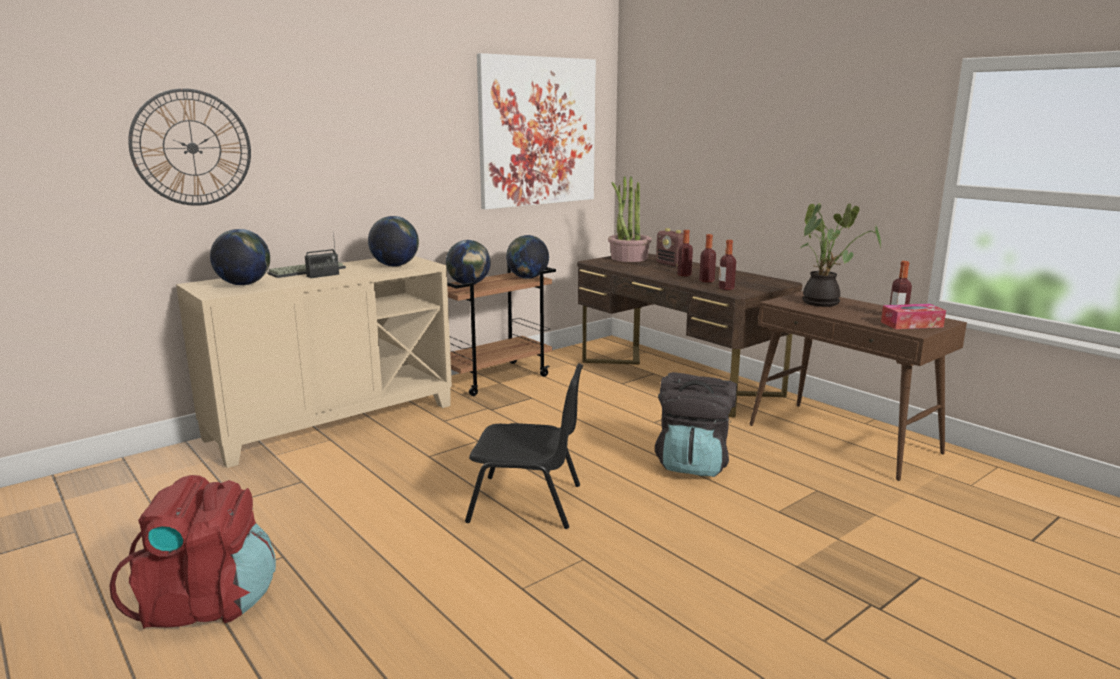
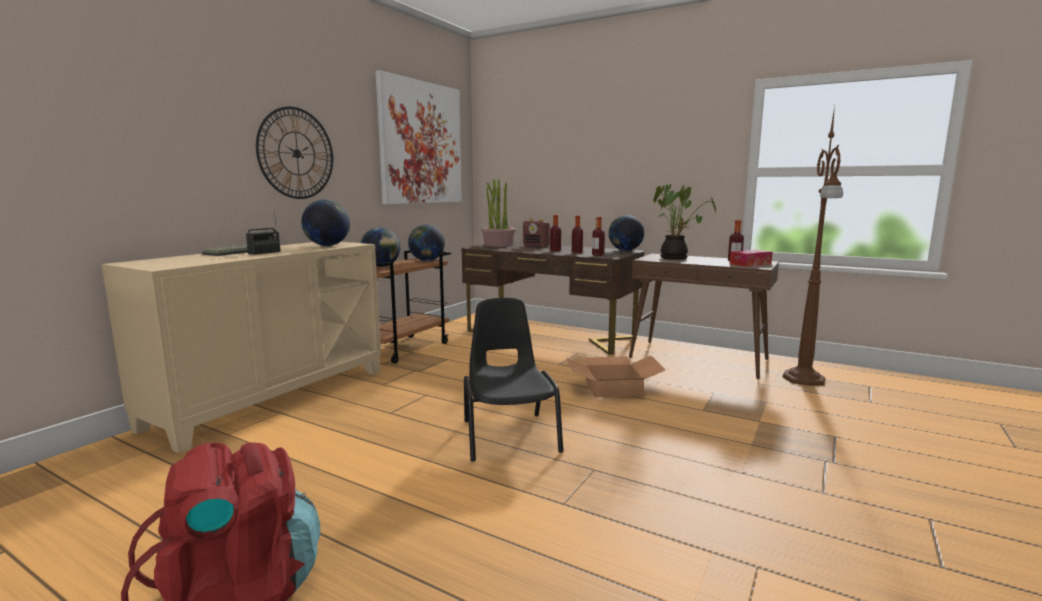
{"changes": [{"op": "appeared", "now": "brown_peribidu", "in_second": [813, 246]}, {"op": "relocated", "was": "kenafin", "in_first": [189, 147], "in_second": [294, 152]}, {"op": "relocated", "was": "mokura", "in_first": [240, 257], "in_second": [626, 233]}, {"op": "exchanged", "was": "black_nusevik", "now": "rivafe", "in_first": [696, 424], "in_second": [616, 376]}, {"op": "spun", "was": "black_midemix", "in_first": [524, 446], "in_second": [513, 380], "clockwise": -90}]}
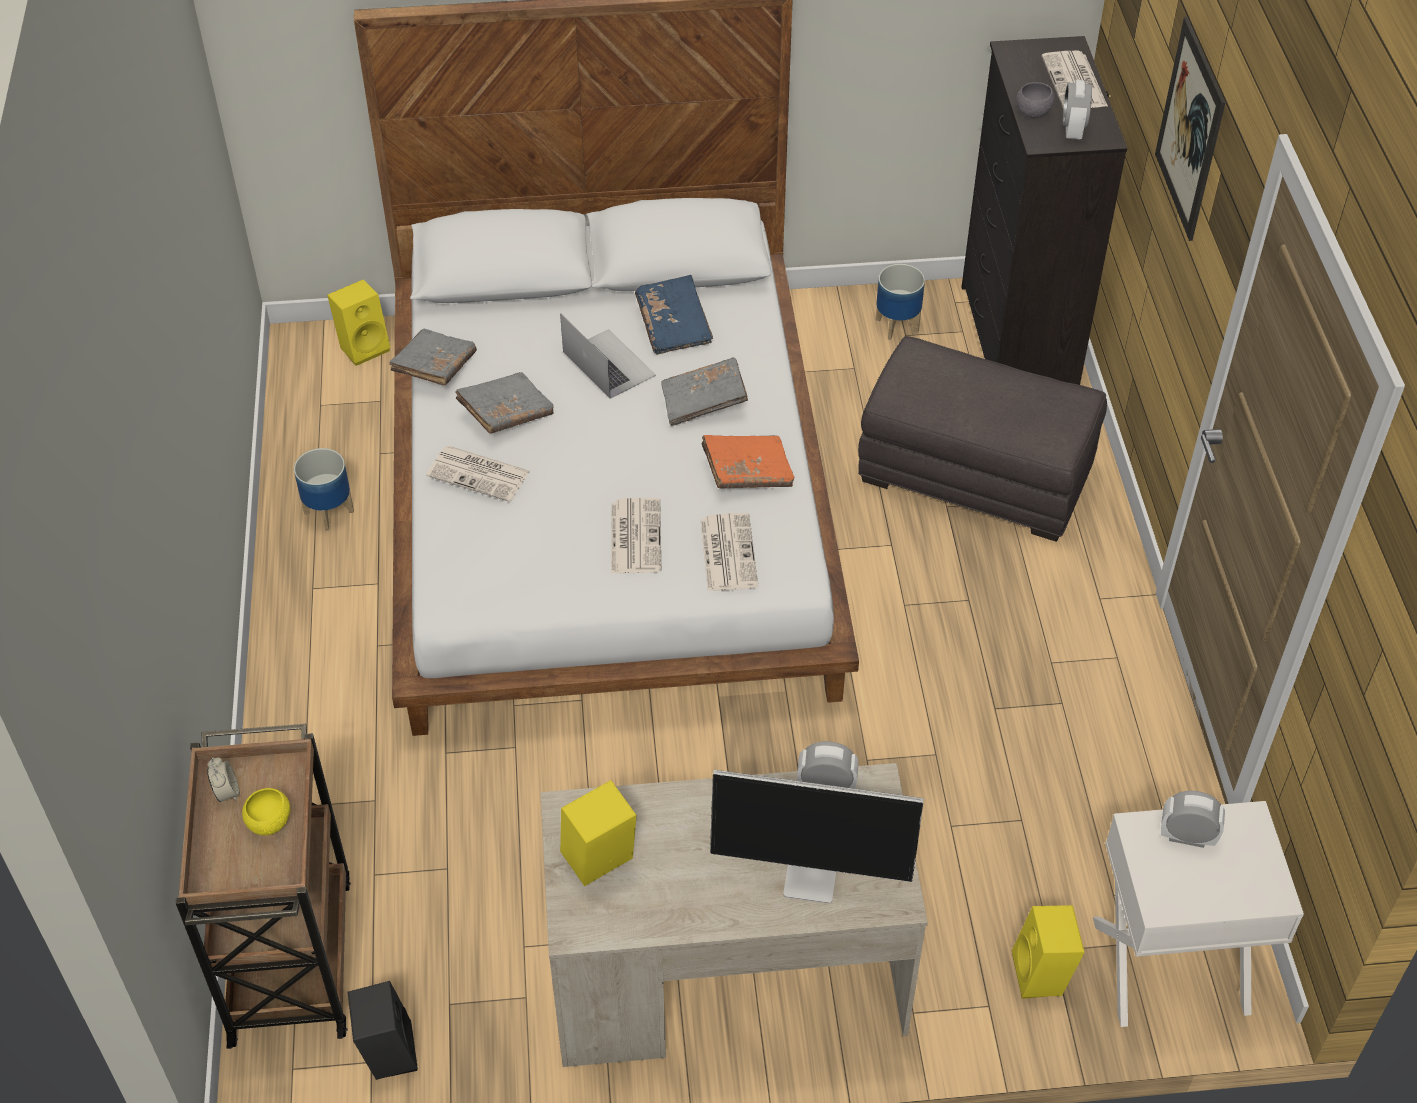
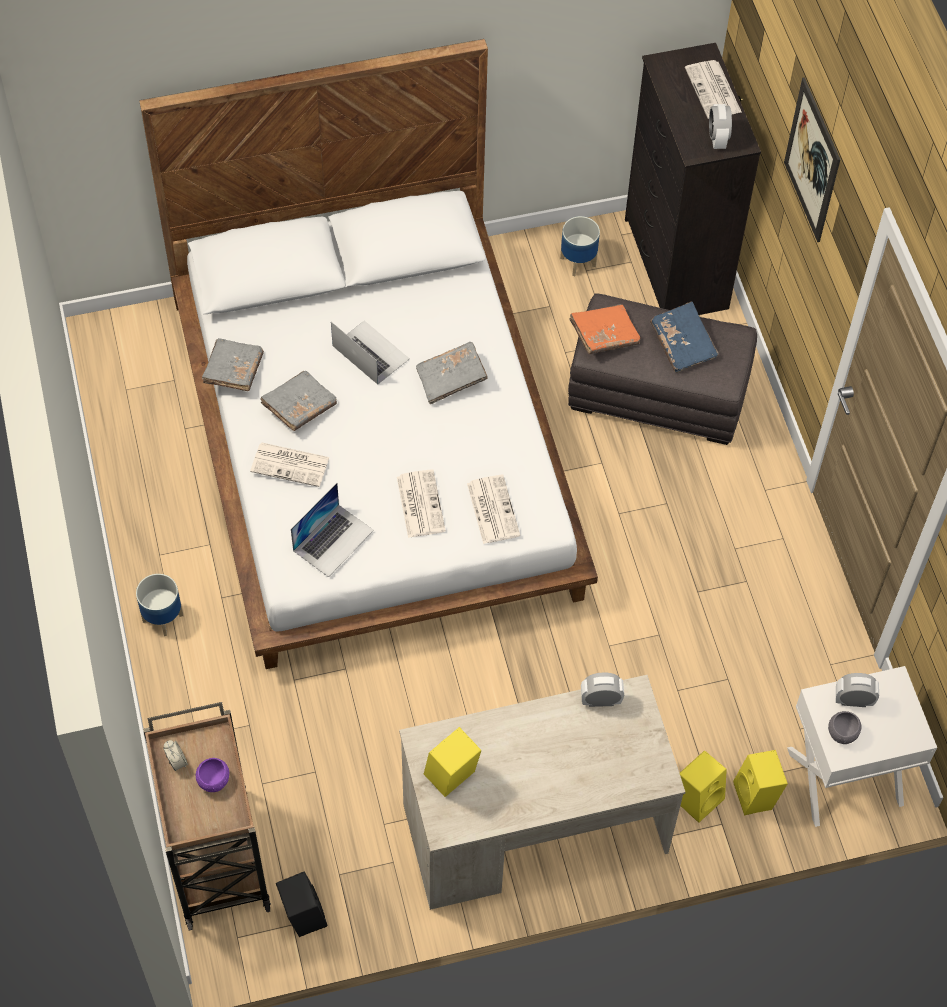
{"changes": [{"op": "missing", "was": "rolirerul", "in_first": [817, 837]}, {"op": "appeared", "now": "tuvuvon", "in_second": [332, 530]}, {"op": "relocated", "was": "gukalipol", "in_first": [324, 489], "in_second": [159, 605]}, {"op": "relocated", "was": "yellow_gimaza", "in_first": [358, 322], "in_second": [703, 786]}, {"op": "relocated", "was": "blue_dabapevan", "in_first": [674, 315], "in_second": [684, 337]}, {"op": "relocated", "was": "orange_dabapevan", "in_first": [747, 462], "in_second": [604, 329]}, {"op": "relocated", "was": "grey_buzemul", "in_first": [1035, 100], "in_second": [844, 727]}, {"op": "colour", "was": "yellow_buzemul", "now": "purple_buzemul", "in_first": [266, 812], "in_second": [212, 775]}]}
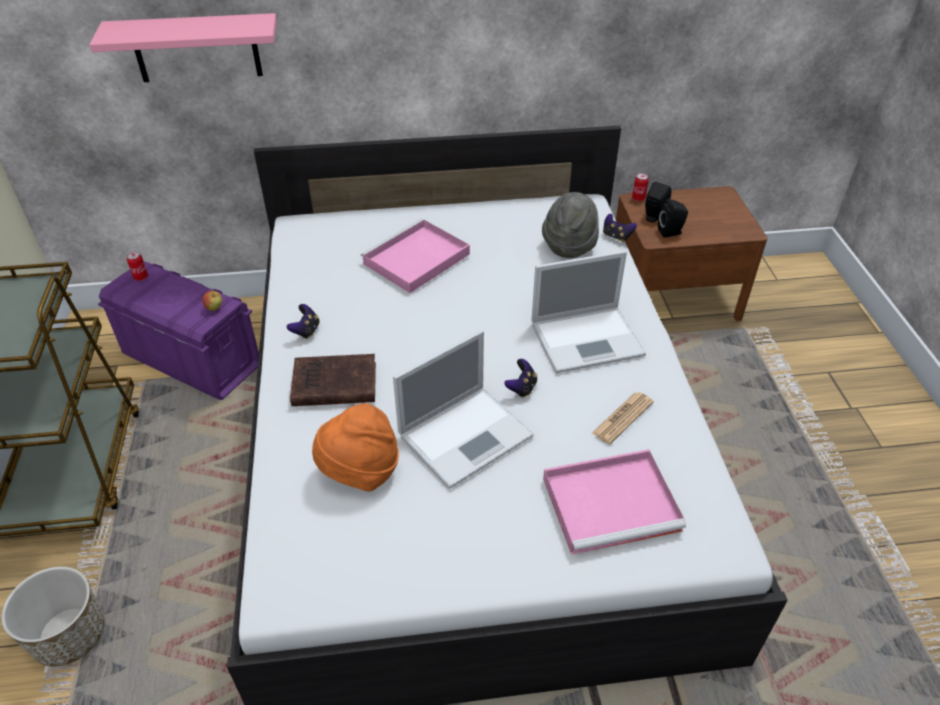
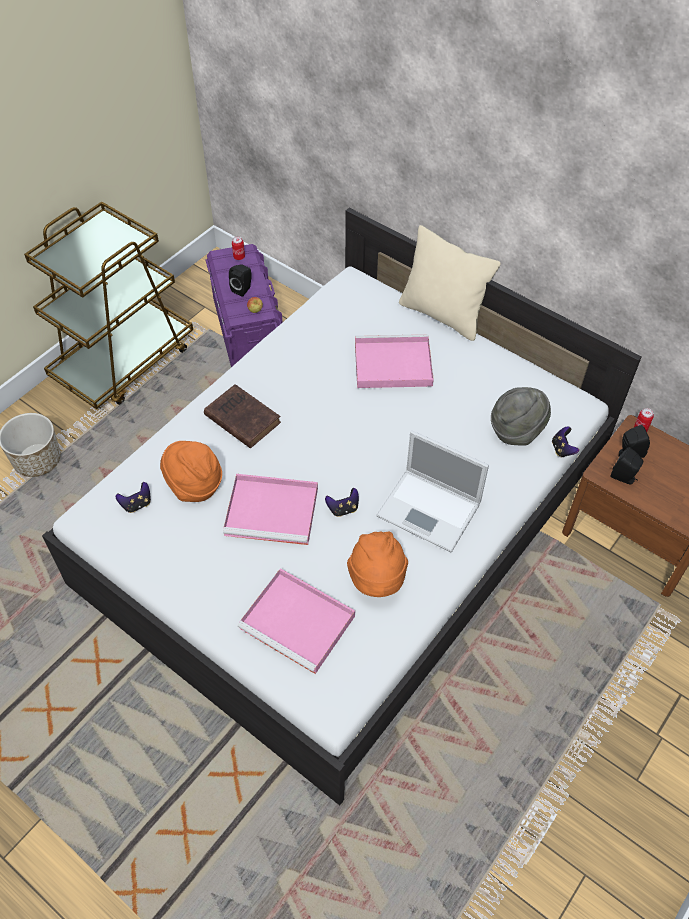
{"changes": [{"op": "missing", "was": "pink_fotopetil", "in_first": [183, 47]}, {"op": "appeared", "now": "black_gimaza", "in_second": [240, 280]}, {"op": "appeared", "now": "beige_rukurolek", "in_second": [450, 283]}, {"op": "relocated", "was": "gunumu", "in_first": [303, 321], "in_second": [133, 497]}, {"op": "exchanged", "was": "tuvuvon", "now": "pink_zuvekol", "in_first": [463, 409], "in_second": [270, 509]}, {"op": "exchanged", "was": "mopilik", "now": "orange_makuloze", "in_first": [623, 418], "in_second": [377, 564]}]}
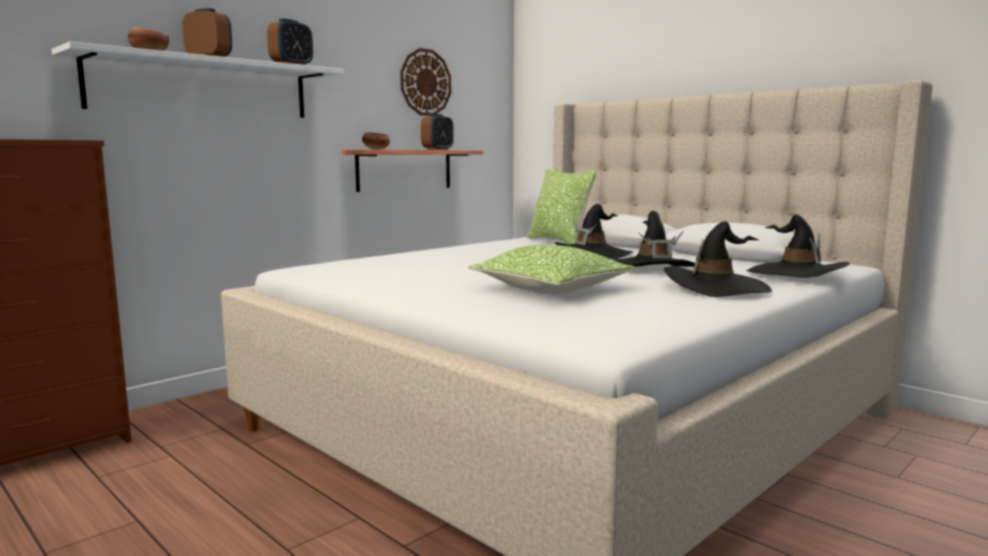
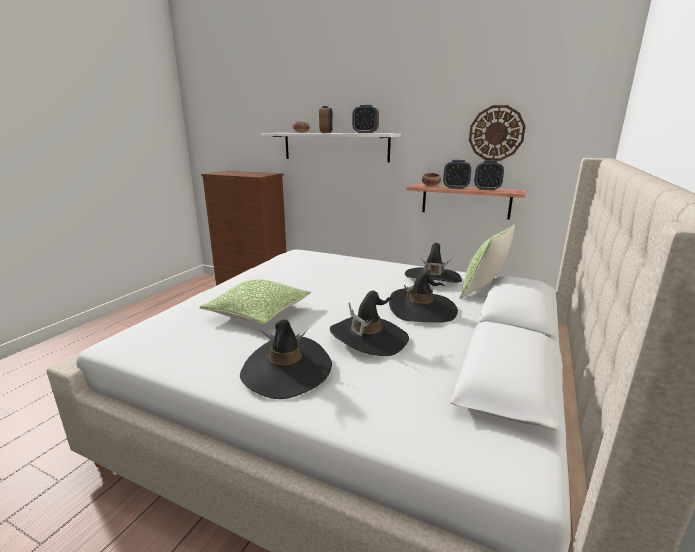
{"changes": [{"op": "appeared", "now": "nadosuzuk", "in_second": [457, 174]}, {"op": "relocated", "was": "black_makuloze", "in_first": [798, 246], "in_second": [433, 263]}]}
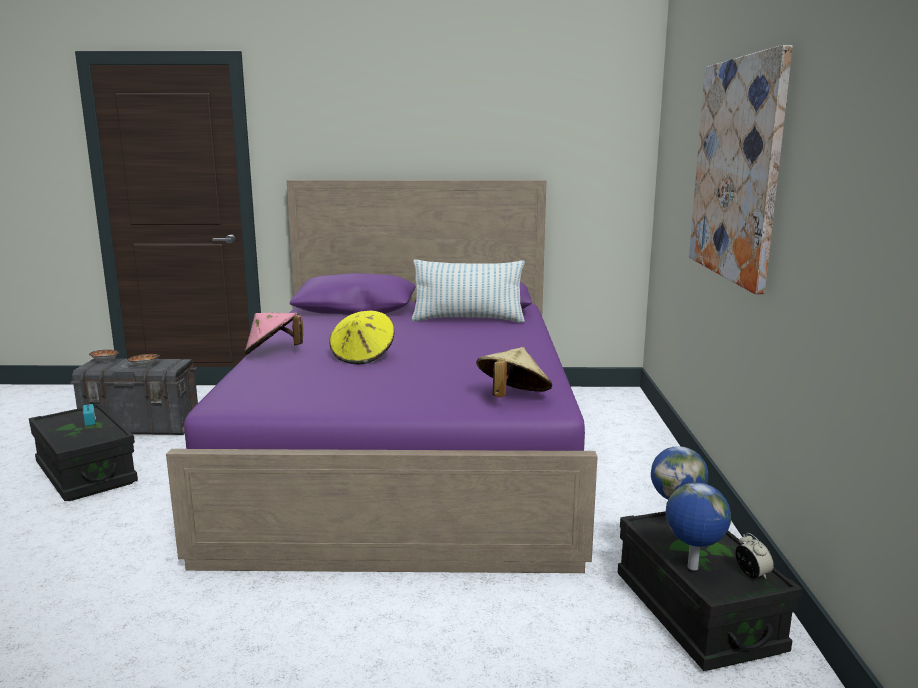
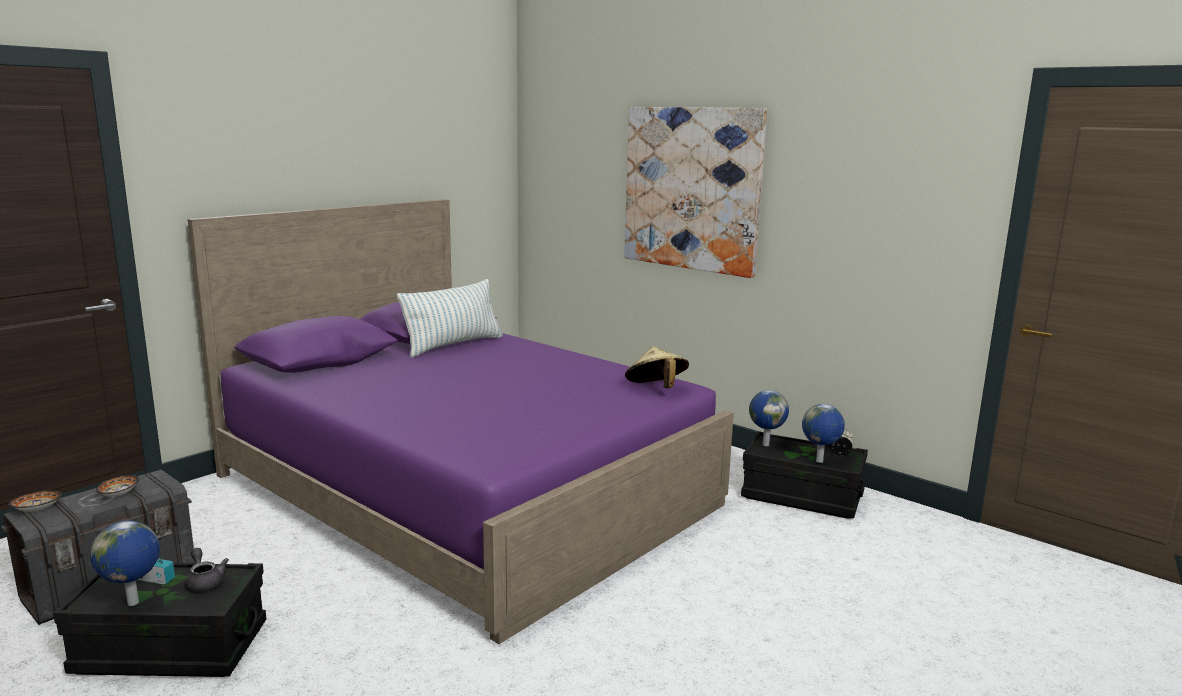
{"changes": [{"op": "missing", "was": "pink_makuloze", "in_first": [273, 334]}, {"op": "missing", "was": "yellow_makuloze", "in_first": [361, 337]}, {"op": "appeared", "now": "mokura", "in_second": [125, 563]}, {"op": "appeared", "now": "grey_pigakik", "in_second": [207, 570]}]}
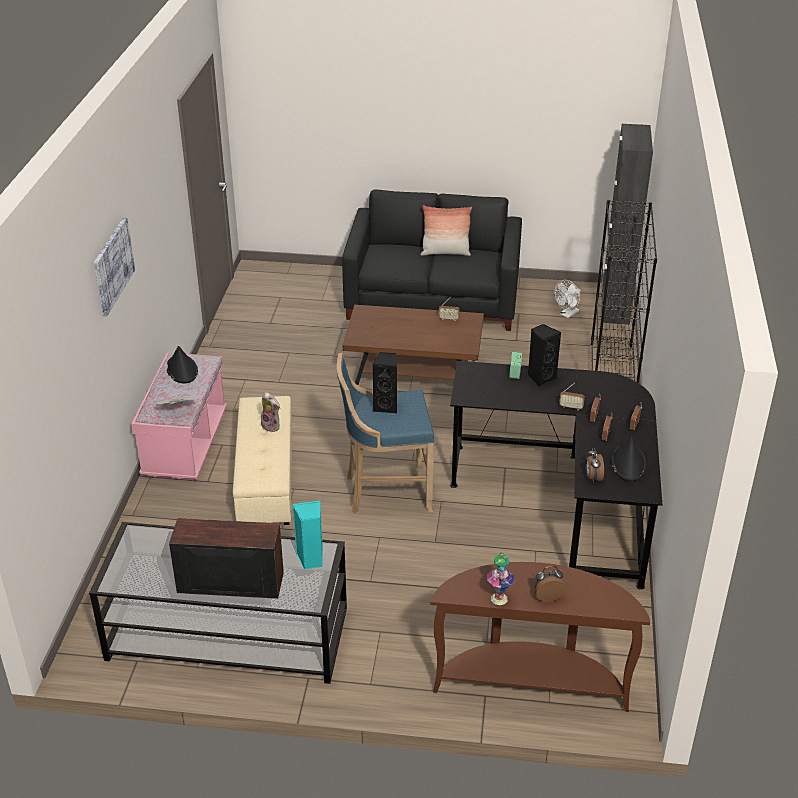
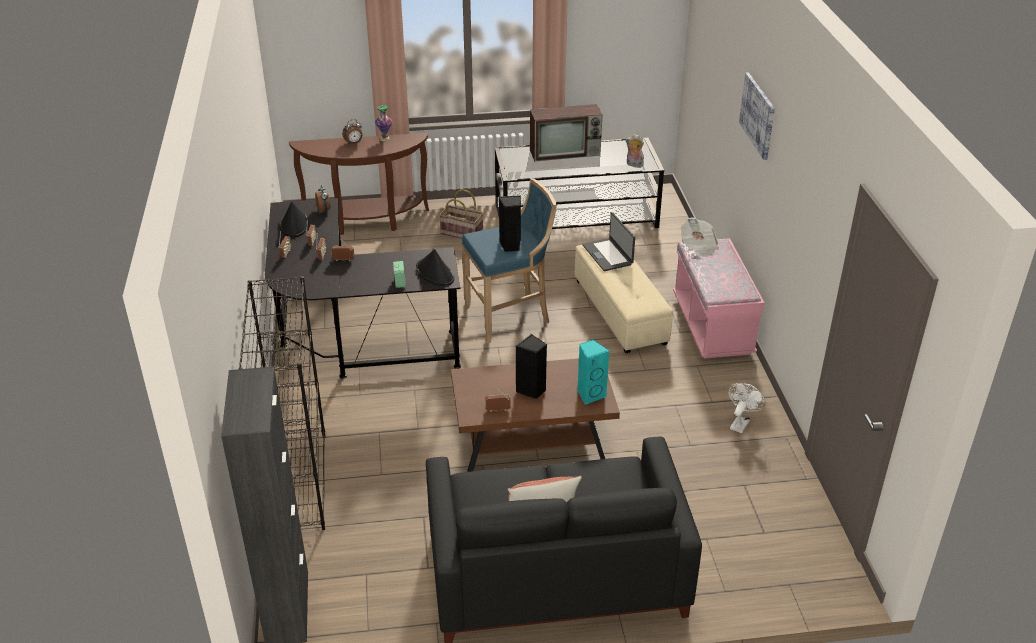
{"changes": [{"op": "appeared", "now": "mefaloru", "in_second": [461, 214]}, {"op": "appeared", "now": "tuvuvon", "in_second": [608, 241]}, {"op": "relocated", "was": "black_makuloze", "in_first": [182, 364], "in_second": [435, 267]}, {"op": "relocated", "was": "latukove", "in_first": [270, 412], "in_second": [635, 151]}, {"op": "relocated", "was": "turquoise_gimaza", "in_first": [307, 535], "in_second": [593, 372]}, {"op": "relocated", "was": "black_gimaza", "in_first": [544, 355], "in_second": [531, 366]}, {"op": "relocated", "was": "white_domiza", "in_first": [567, 299], "in_second": [746, 408]}]}
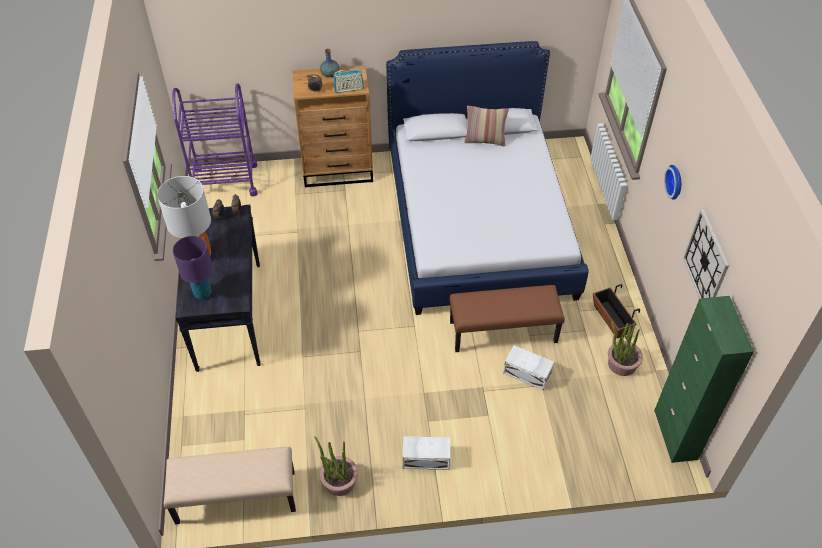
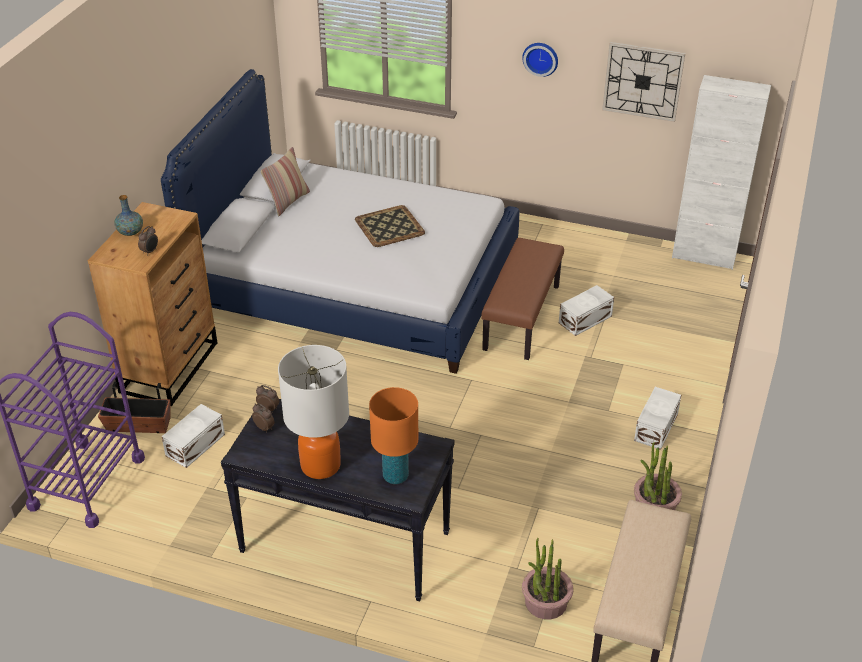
{"changes": [{"op": "missing", "was": "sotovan", "in_first": [349, 81]}, {"op": "appeared", "now": "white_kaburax", "in_second": [193, 436]}, {"op": "appeared", "now": "zuvekol", "in_second": [390, 226]}, {"op": "relocated", "was": "gukalipol", "in_first": [616, 311], "in_second": [134, 407]}, {"op": "relocated", "was": "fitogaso", "in_first": [625, 349], "in_second": [548, 578]}, {"op": "colour", "was": "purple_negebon", "now": "orange_negebon", "in_first": [193, 268], "in_second": [393, 435]}, {"op": "colour", "was": "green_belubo", "now": "white_belubo", "in_first": [704, 379], "in_second": [721, 172]}]}
